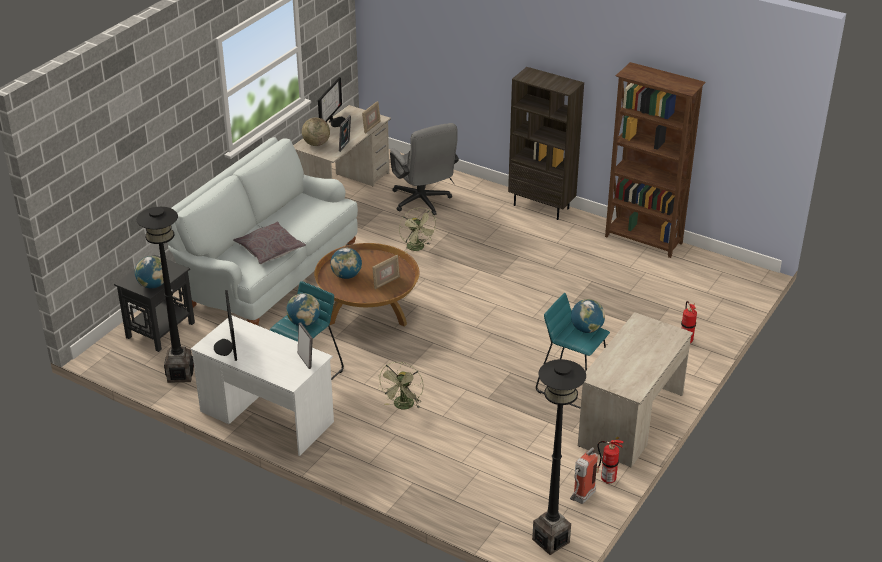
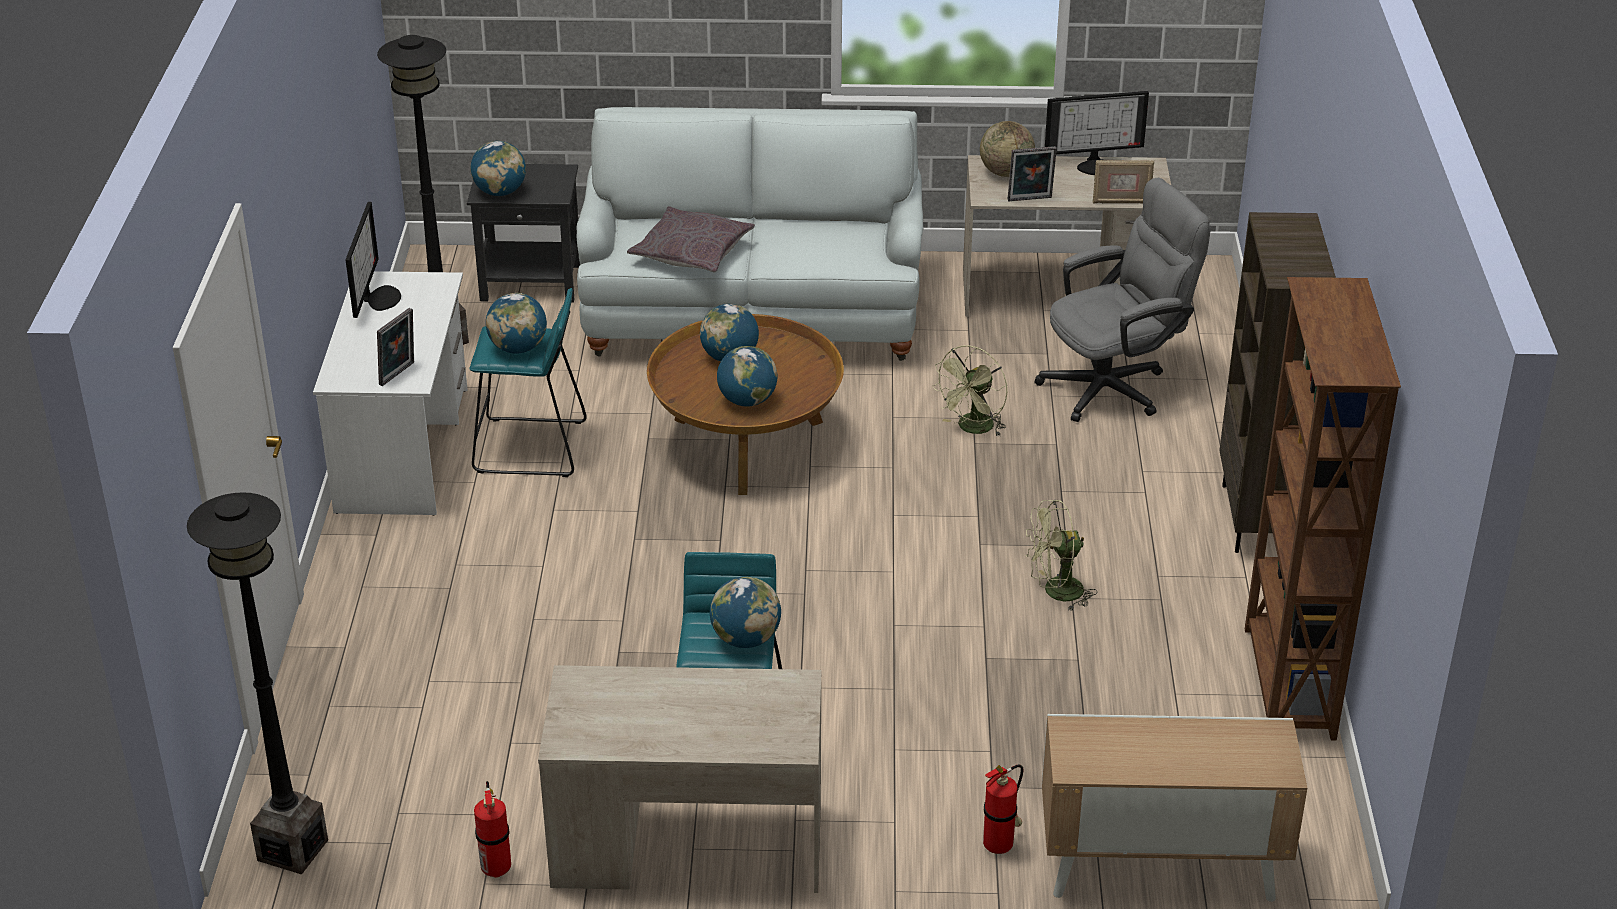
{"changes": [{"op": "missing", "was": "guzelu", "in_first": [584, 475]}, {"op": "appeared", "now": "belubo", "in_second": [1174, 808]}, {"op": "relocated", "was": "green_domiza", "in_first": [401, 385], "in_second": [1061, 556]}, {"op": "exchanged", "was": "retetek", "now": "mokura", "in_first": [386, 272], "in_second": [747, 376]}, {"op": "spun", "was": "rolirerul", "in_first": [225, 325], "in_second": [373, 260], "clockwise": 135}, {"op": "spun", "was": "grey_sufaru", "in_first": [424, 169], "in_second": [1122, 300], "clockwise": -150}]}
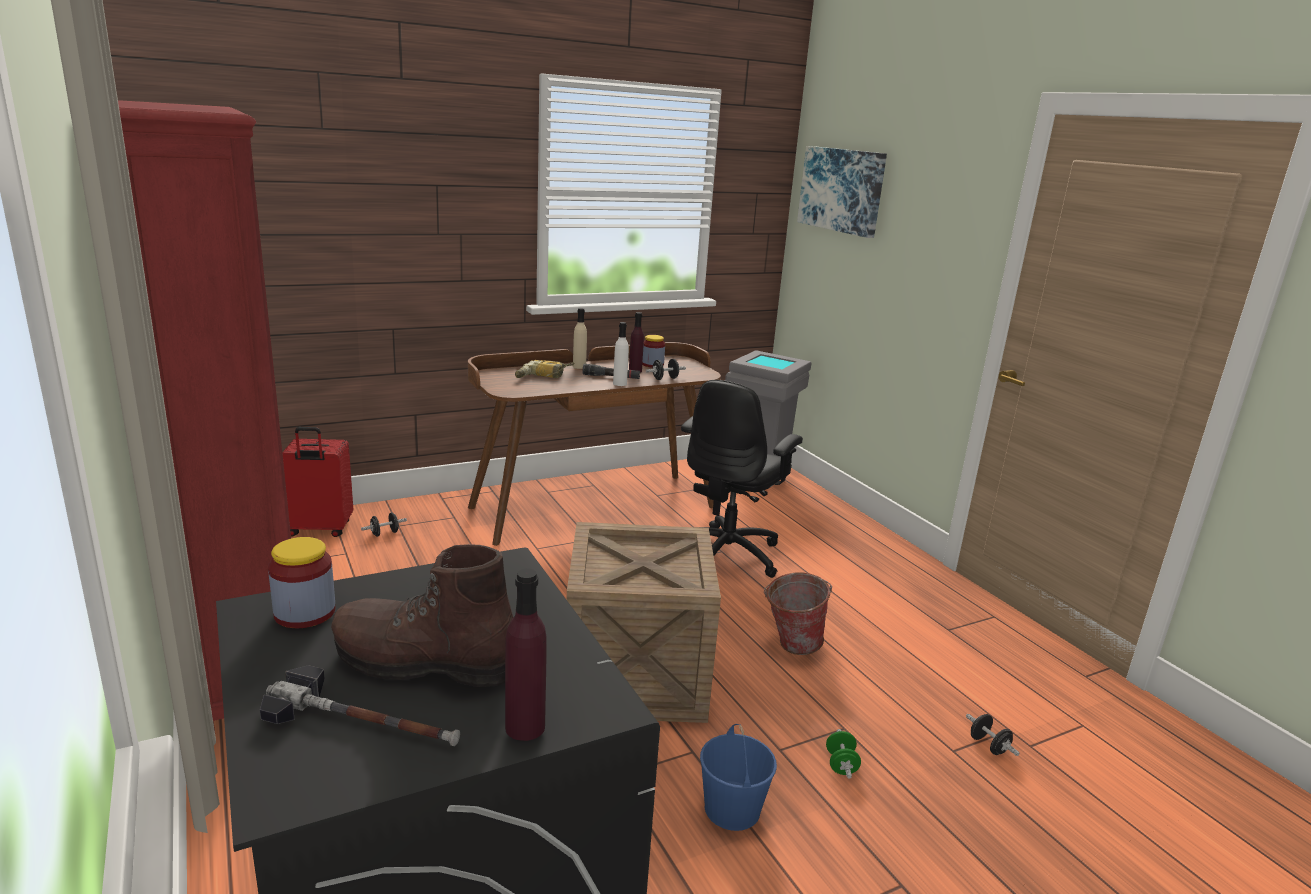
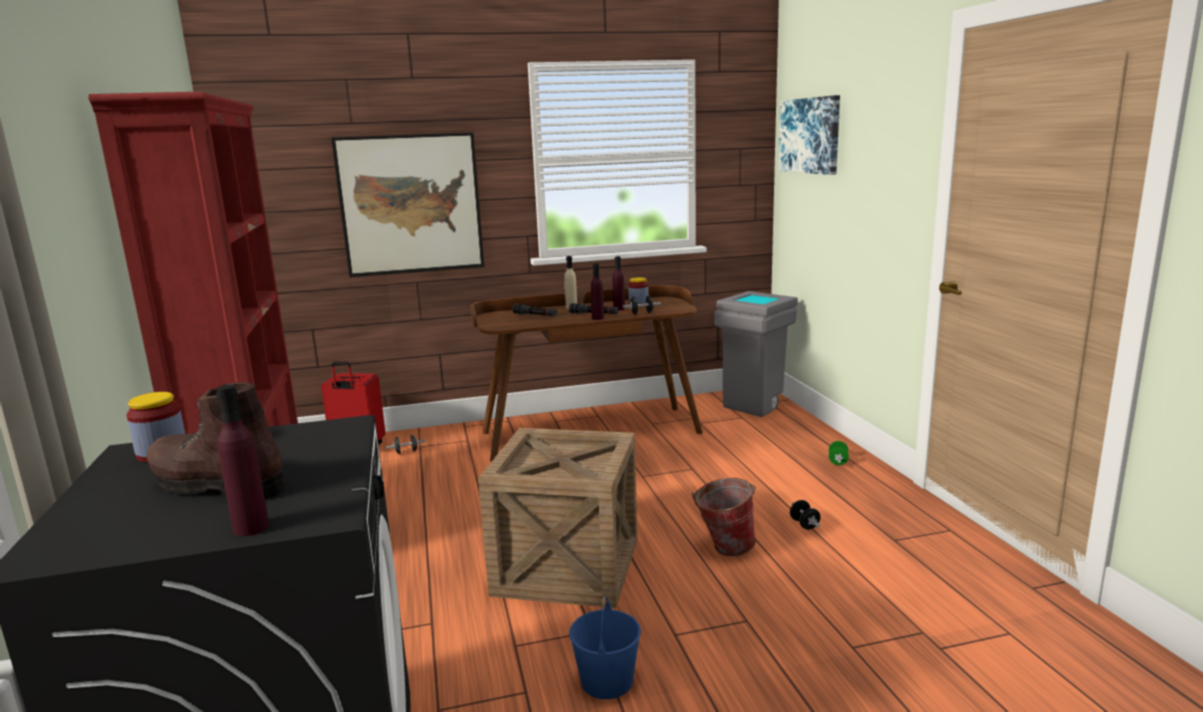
{"changes": [{"op": "missing", "was": "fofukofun", "in_first": [360, 705]}, {"op": "missing", "was": "black_sufaru", "in_first": [742, 479]}, {"op": "appeared", "now": "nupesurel", "in_second": [407, 204]}, {"op": "relocated", "was": "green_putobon", "in_first": [843, 753], "in_second": [839, 453]}, {"op": "relocated", "was": "black_putobon", "in_first": [993, 735], "in_second": [805, 515]}, {"op": "exchanged", "was": "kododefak", "now": "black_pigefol", "in_first": [544, 369], "in_second": [534, 310]}, {"op": "colour", "was": "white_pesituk", "now": "purple_pesituk", "in_first": [621, 354], "in_second": [597, 291]}]}
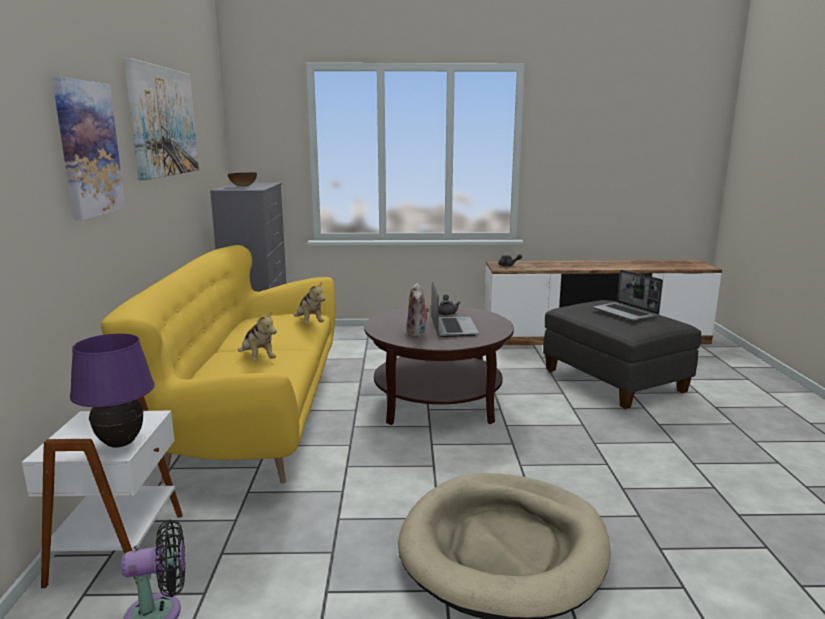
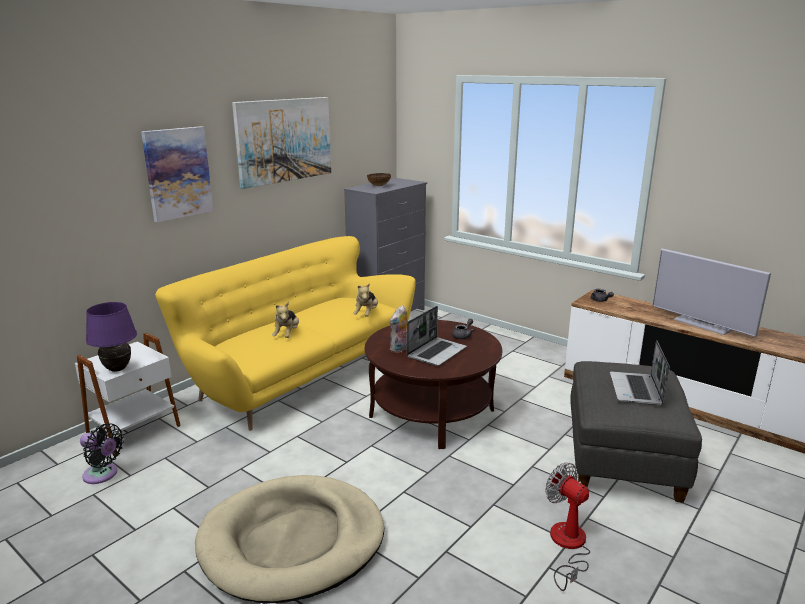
{"changes": [{"op": "appeared", "now": "domiza", "in_second": [567, 526]}, {"op": "appeared", "now": "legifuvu", "in_second": [711, 293]}]}
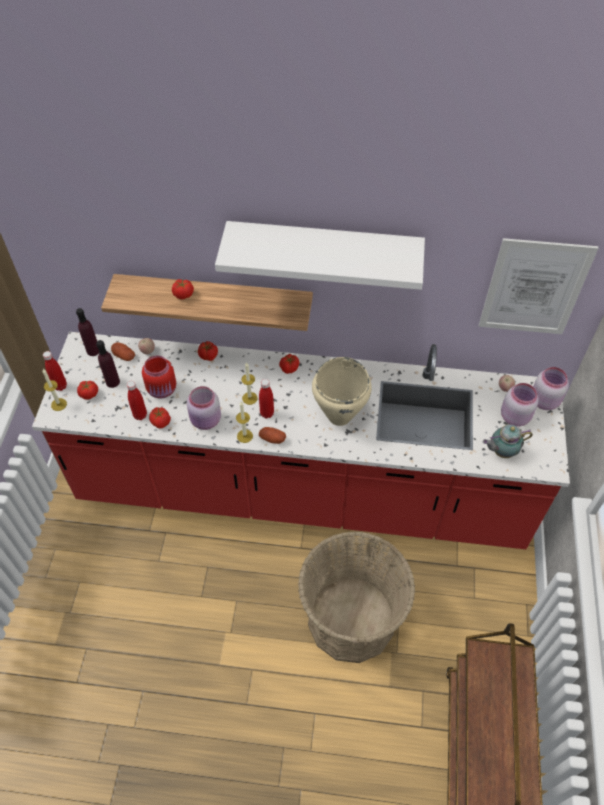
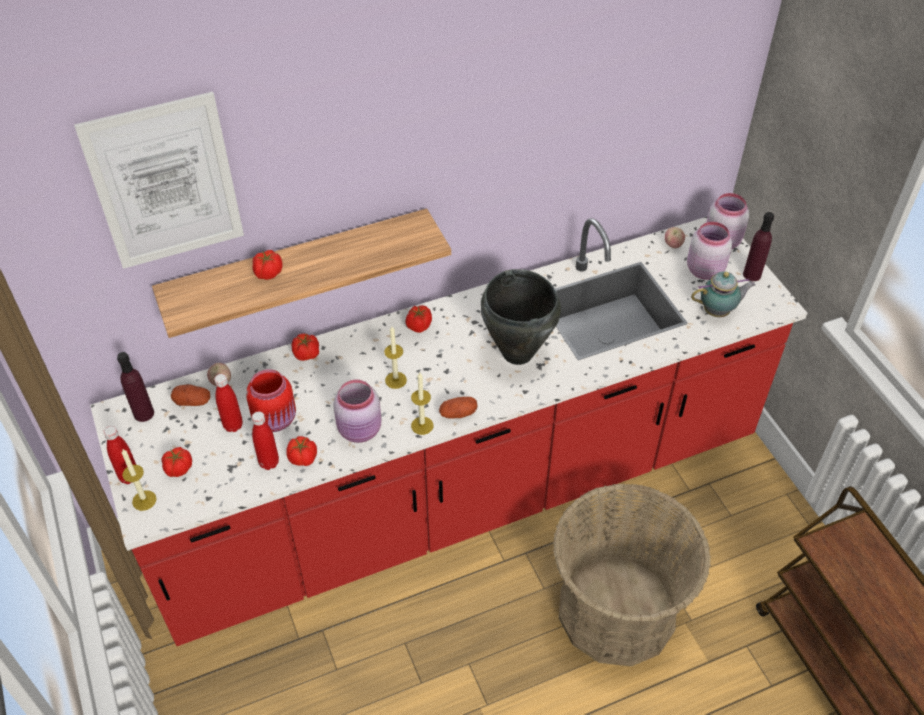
{"changes": [{"op": "missing", "was": "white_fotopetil", "in_first": [320, 255]}, {"op": "relocated", "was": "purple_pesituk", "in_first": [108, 364], "in_second": [758, 246]}, {"op": "relocated", "was": "red_pesituk", "in_first": [266, 398], "in_second": [228, 403]}, {"op": "relocated", "was": "nupesurel", "in_first": [538, 286], "in_second": [159, 180]}, {"op": "colour", "was": "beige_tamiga", "now": "black_tamiga", "in_first": [342, 391], "in_second": [521, 317]}, {"op": "spun", "was": "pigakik", "in_first": [508, 441], "in_second": [723, 294], "clockwise": -150}]}
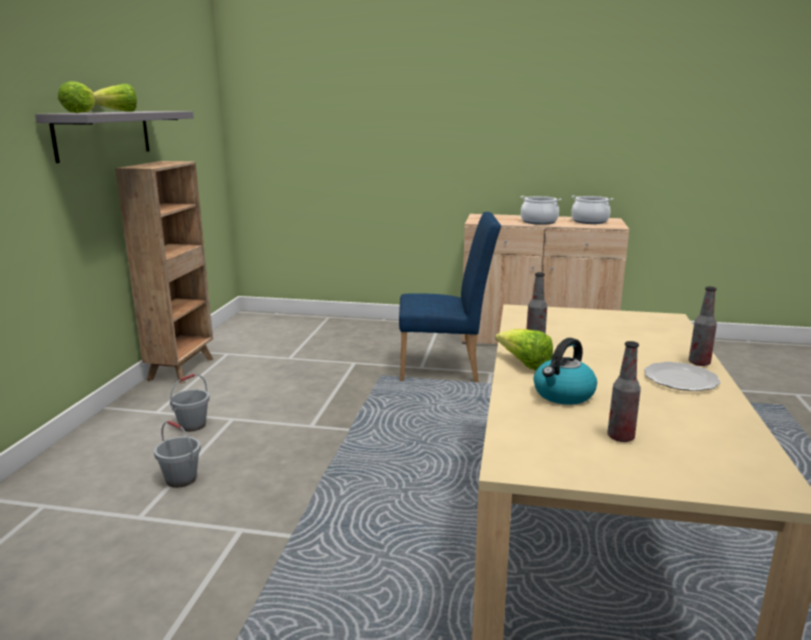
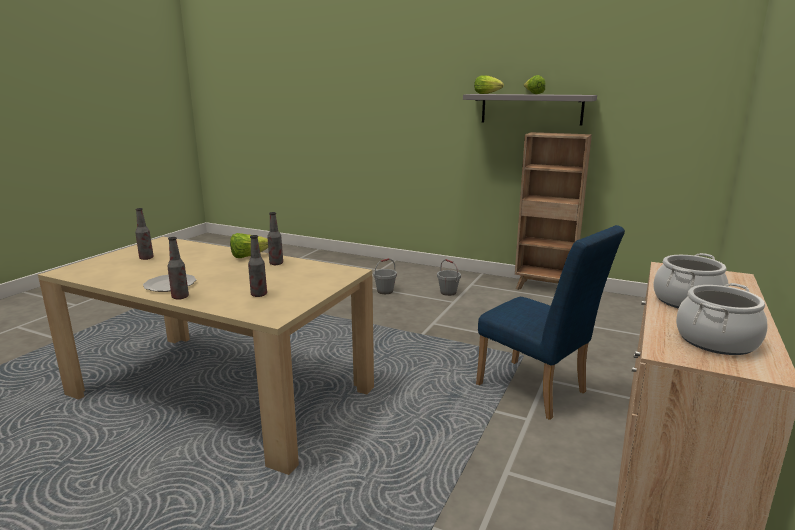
{"changes": [{"op": "missing", "was": "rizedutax", "in_first": [565, 371]}, {"op": "appeared", "now": "pesituk", "in_second": [257, 266]}, {"op": "spun", "was": "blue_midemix", "in_first": [450, 297], "in_second": [550, 322], "clockwise": -60}]}
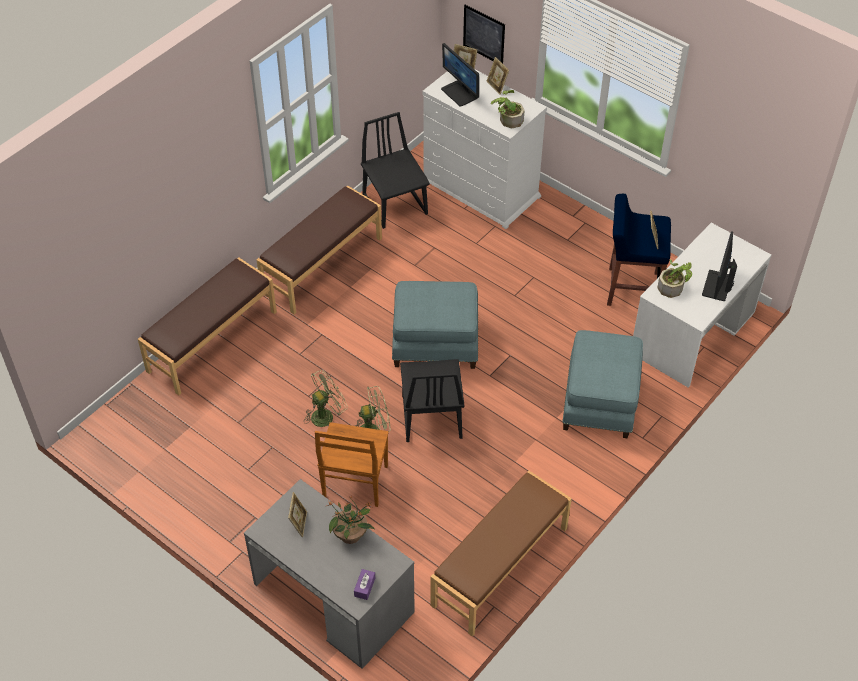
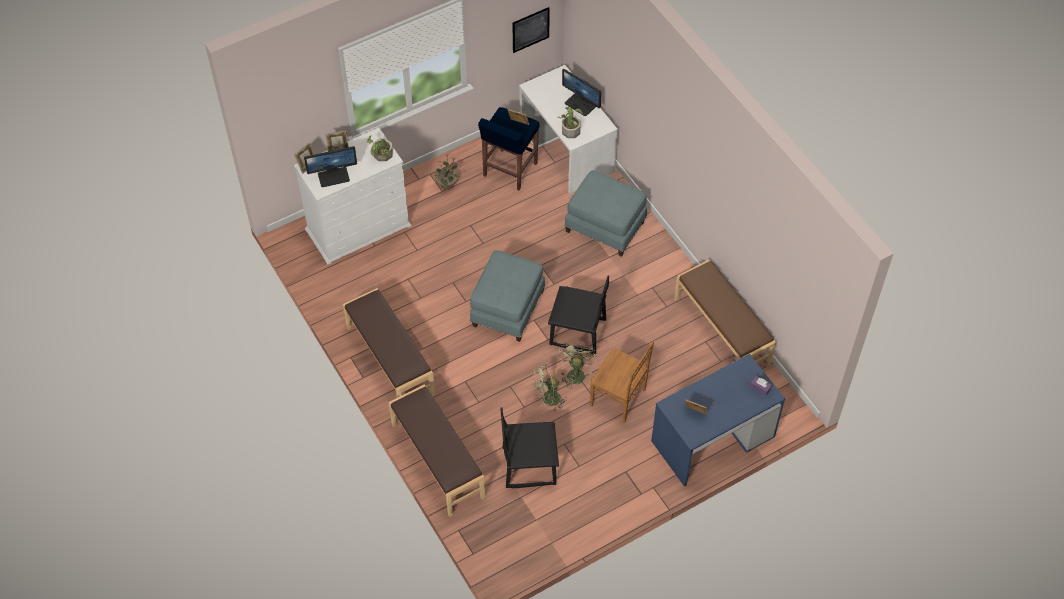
{"changes": [{"op": "relocated", "was": "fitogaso", "in_first": [350, 520], "in_second": [447, 172]}, {"op": "relocated", "was": "black_midemix", "in_first": [395, 170], "in_second": [529, 448]}, {"op": "relocated", "was": "nupesurel", "in_first": [484, 34], "in_second": [531, 30]}, {"op": "colour", "was": "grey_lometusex", "now": "blue_lometusex", "in_first": [329, 574], "in_second": [718, 420]}, {"op": "spun", "was": "green_domiza", "in_first": [326, 399], "in_second": [549, 388], "clockwise": -90}]}
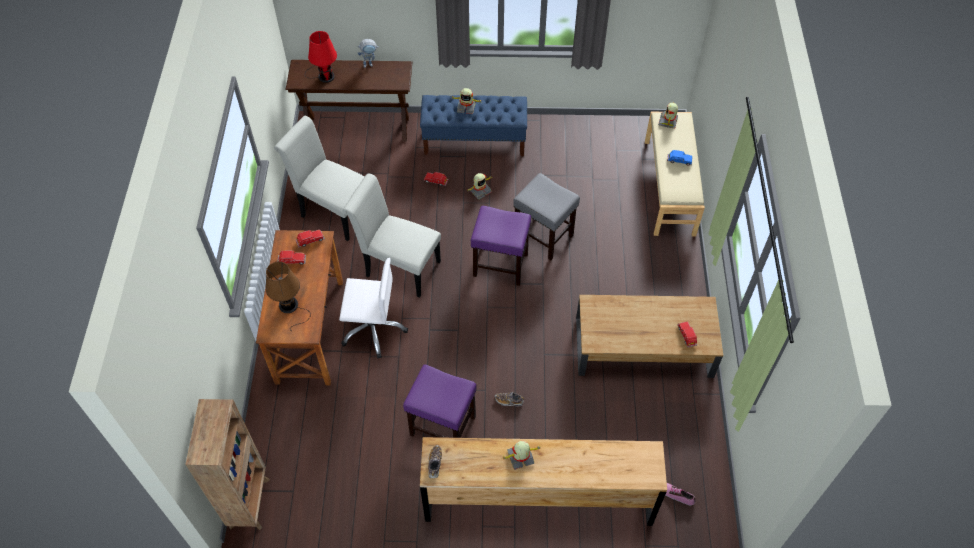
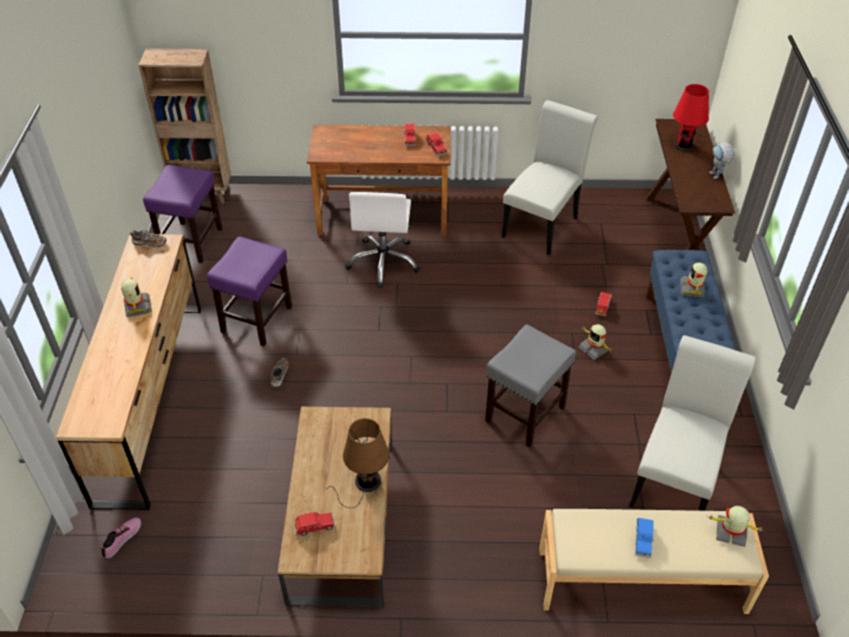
{"changes": [{"op": "relocated", "was": "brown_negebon", "in_first": [288, 294], "in_second": [359, 463]}, {"op": "relocated", "was": "white_midemix", "in_first": [391, 235], "in_second": [692, 423]}, {"op": "relocated", "was": "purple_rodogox", "in_first": [501, 246], "in_second": [183, 214]}]}
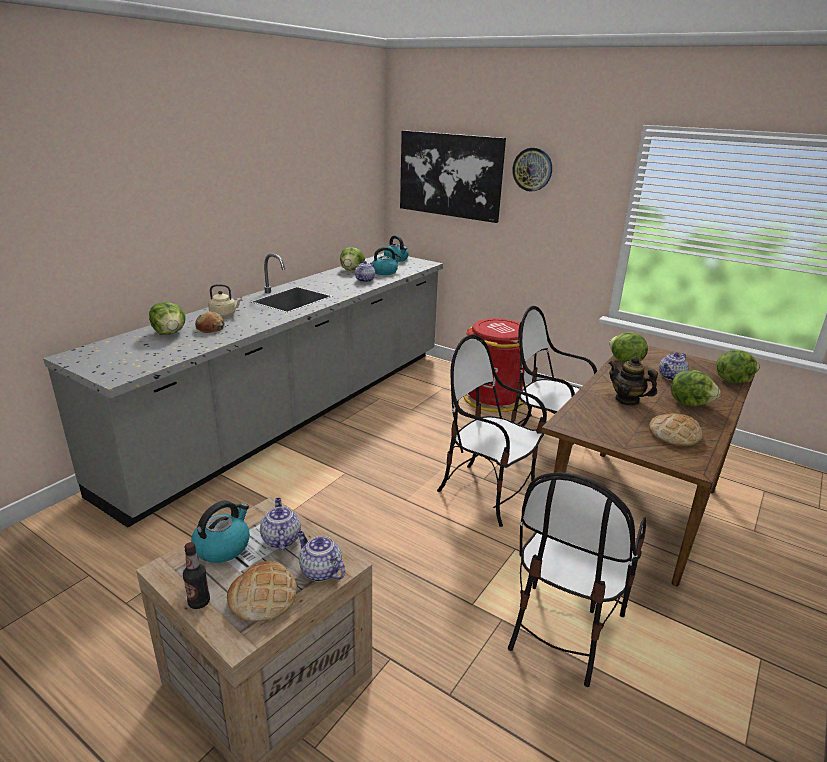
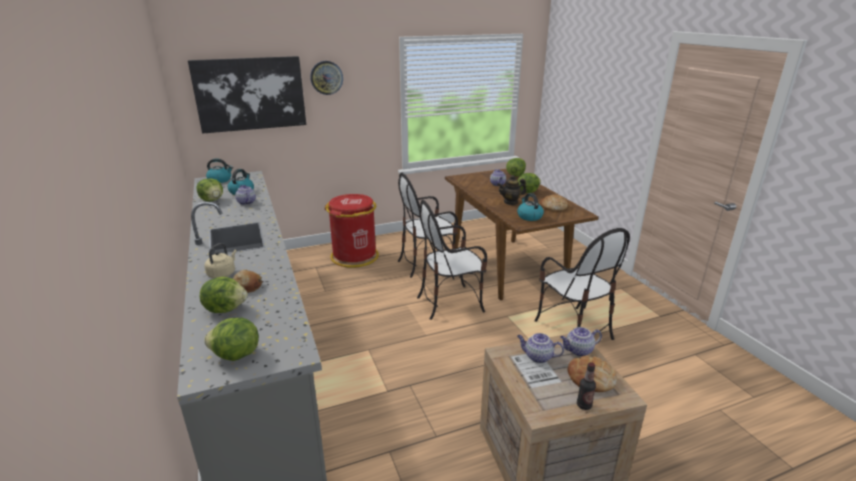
{"changes": [{"op": "relocated", "was": "rizedutax", "in_first": [220, 531], "in_second": [530, 207]}, {"op": "relocated", "was": "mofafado", "in_first": [628, 347], "in_second": [231, 339]}]}
